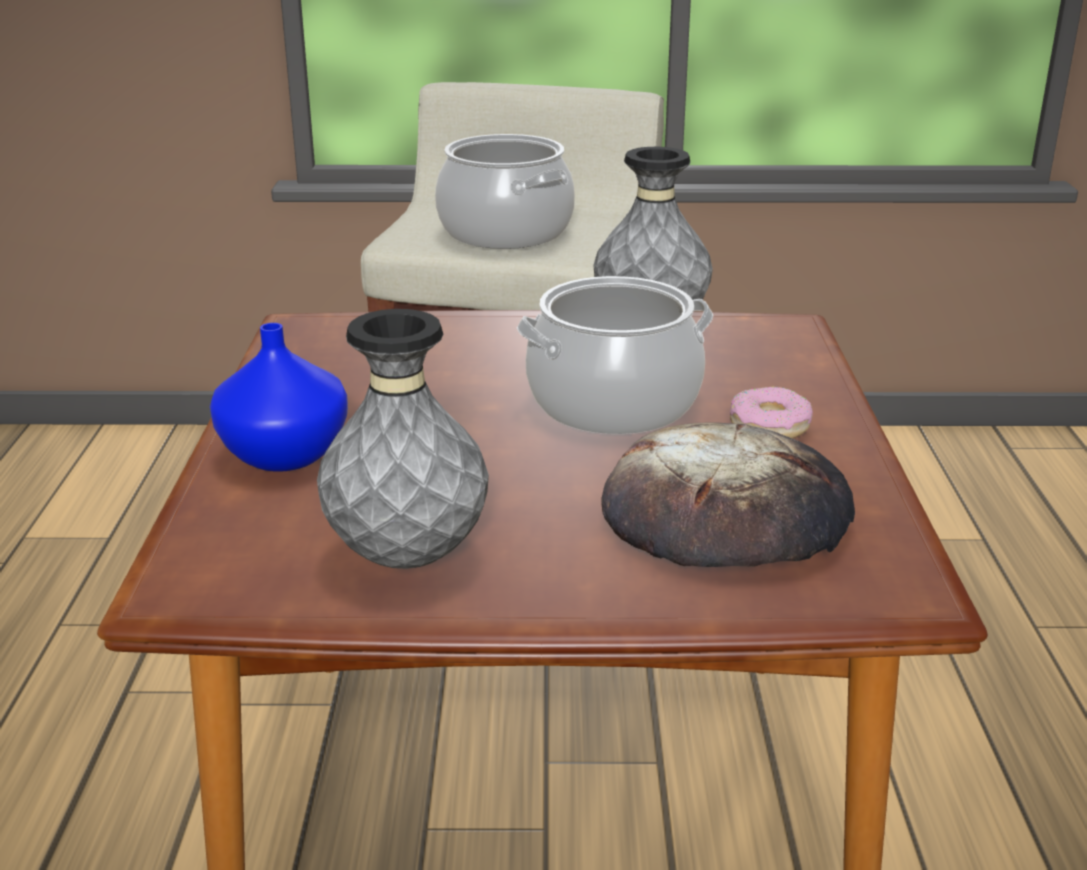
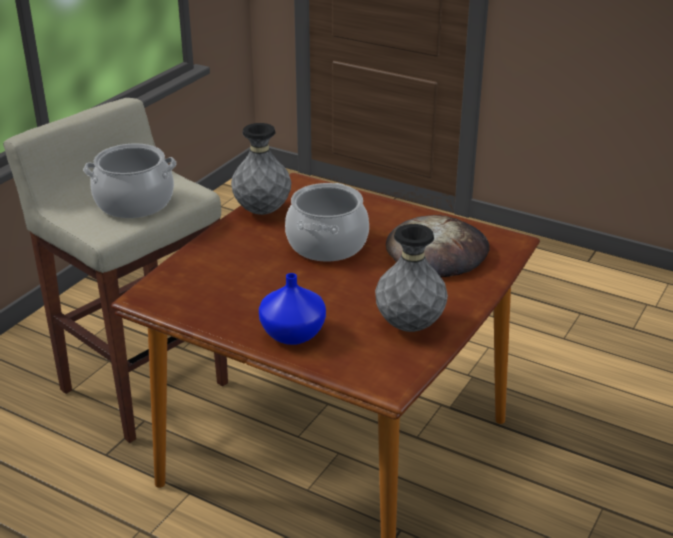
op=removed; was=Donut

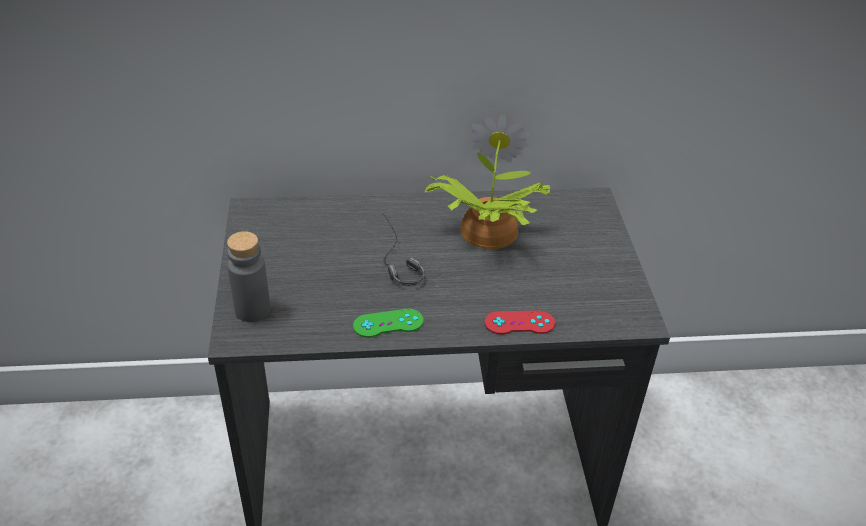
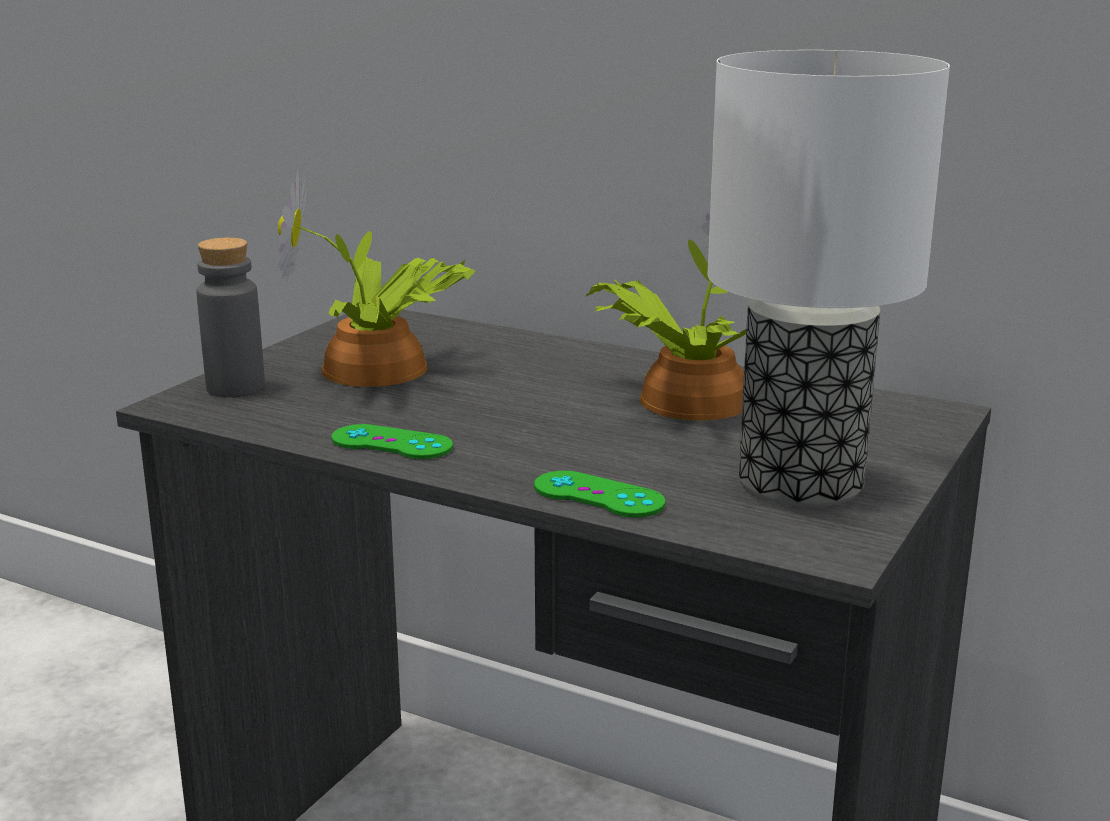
op=removed; was=Kopfhörer
op=recoloured; was=Gamepad [rot]; now=Gamepad [grün] (2nd from left)
op=added; now=Tischlampe
op=added; now=Topfpflanze (1st from left)

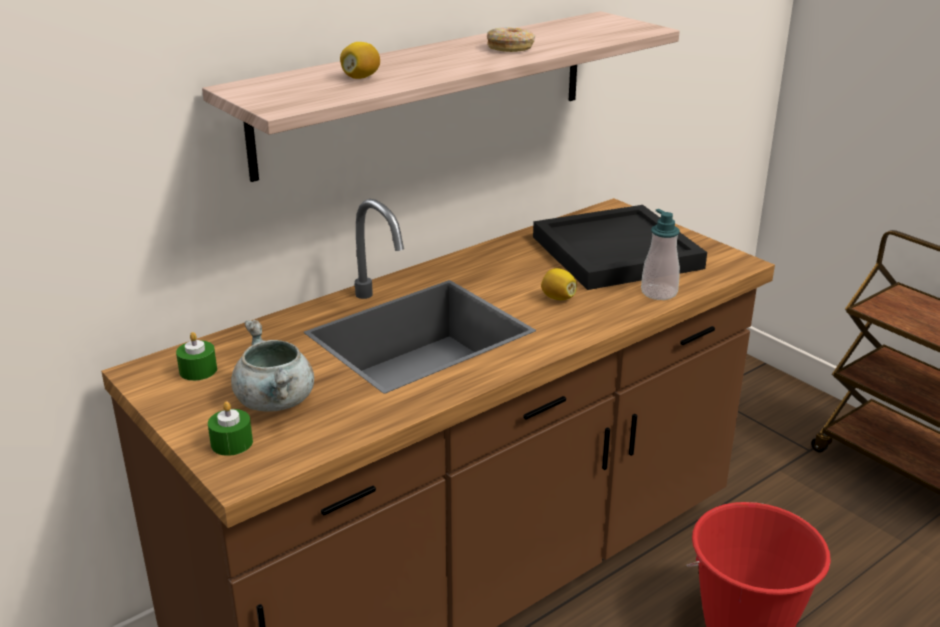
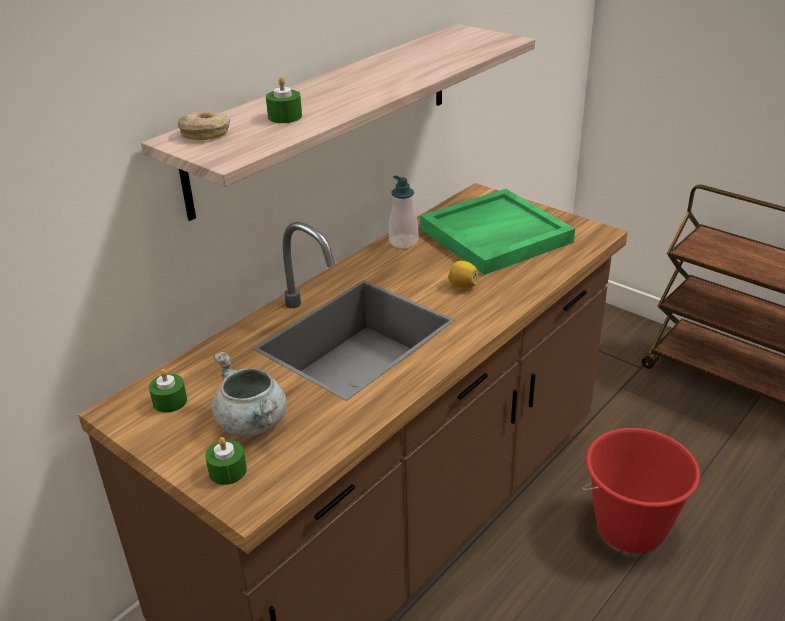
op=moved; was=Donut
op=replaced; was=Zitrone (1st from left); now=Kerze [grün] (3rd from left)
op=recoloured; was=Tablett [schwarz]; now=Tablett [grün]
op=moved; was=Seifenspender

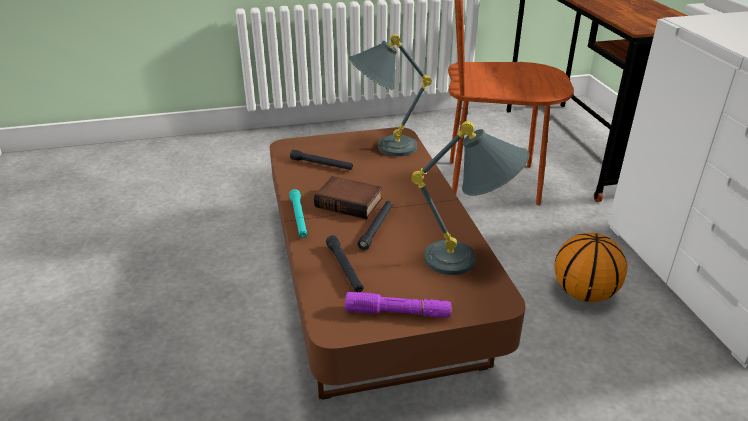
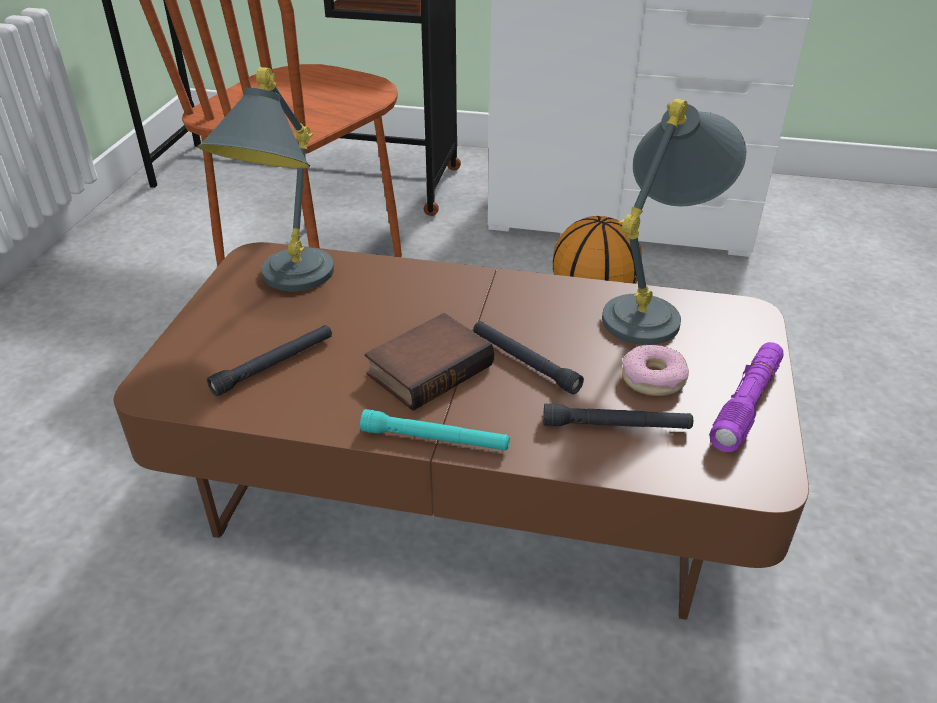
op=added; now=Donut

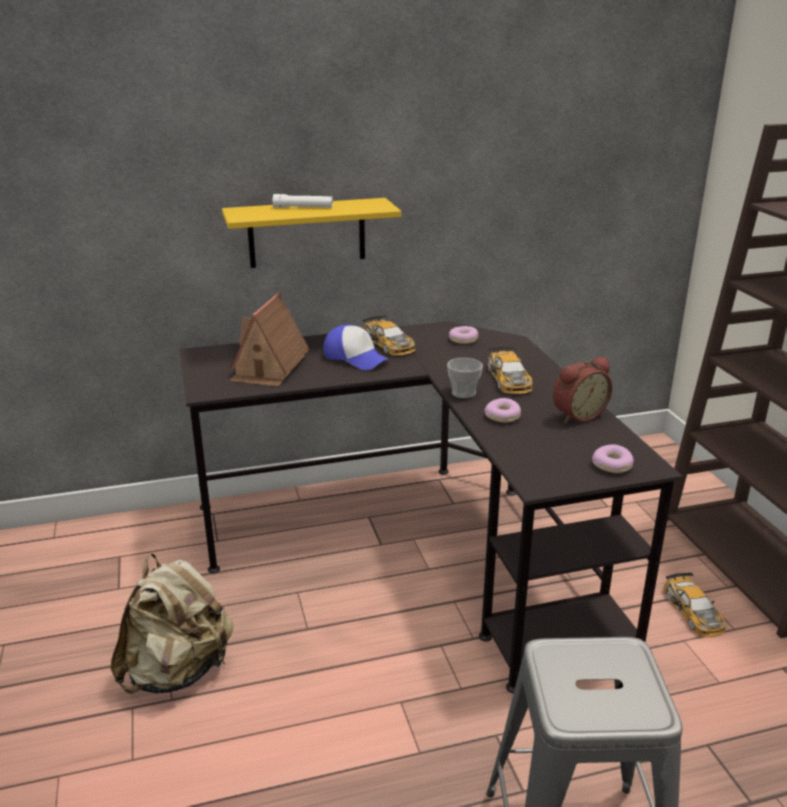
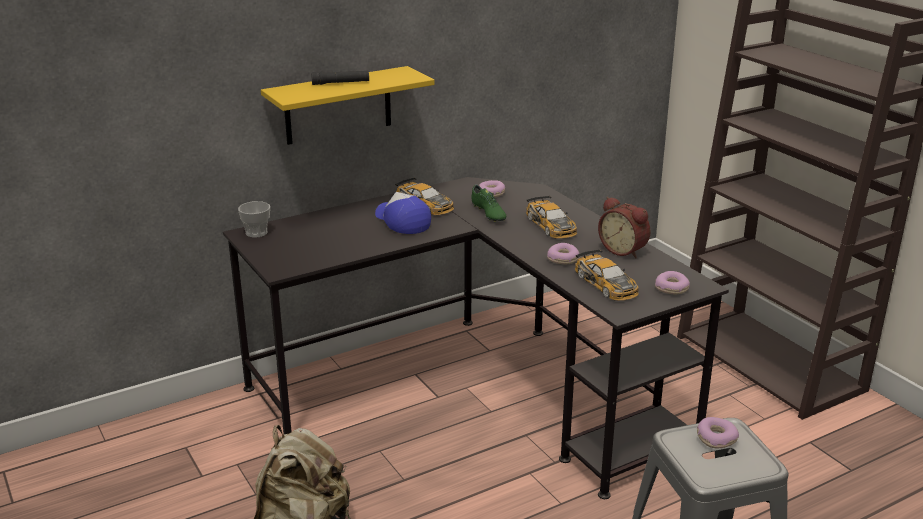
op=recoloured; was=Taschenlampe [weiß]; now=Taschenlampe [schwarz]
op=removed; was=Spielzeughaus
op=turned; was=Kappe; clockwise=-150
op=turned; was=Wecker; clockwise=90
op=moved; was=Tasse
op=moved; was=Spielzeugauto (3rd from left)
op=added; now=Schuh [grün]
op=added; now=Donut (4th from left)

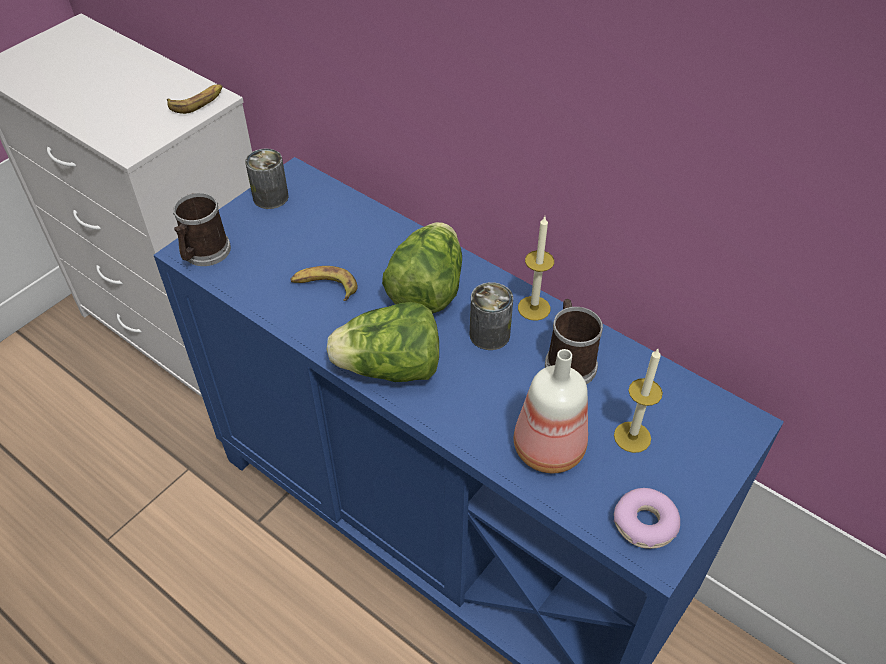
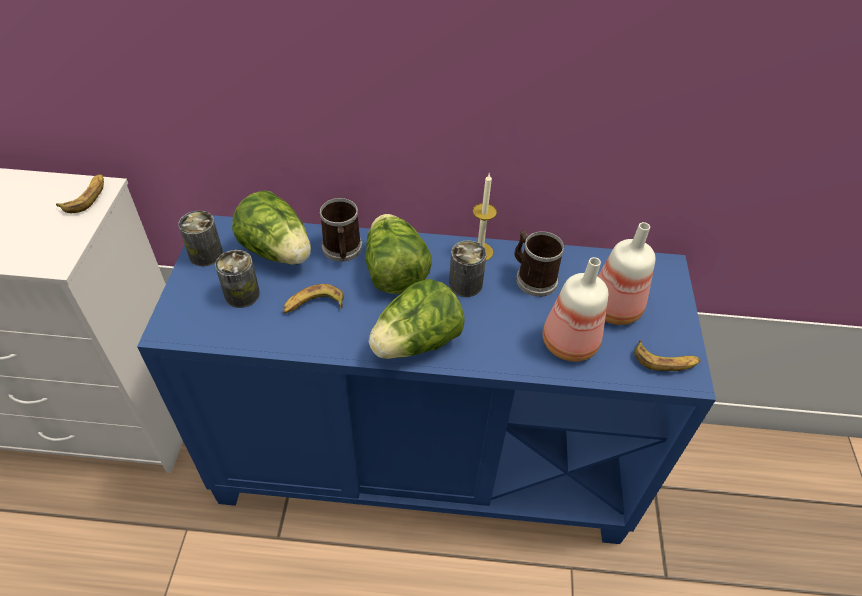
op=moved; was=Henkelbecher (1st from left)
op=replaced; was=Kerze (2nd from left); now=Flasche (2nd from left)
op=replaced; was=Donut; now=Banane (3rd from left)
op=added; now=Salatkopf (1st from left)
op=added; now=Dose (2nd from left)

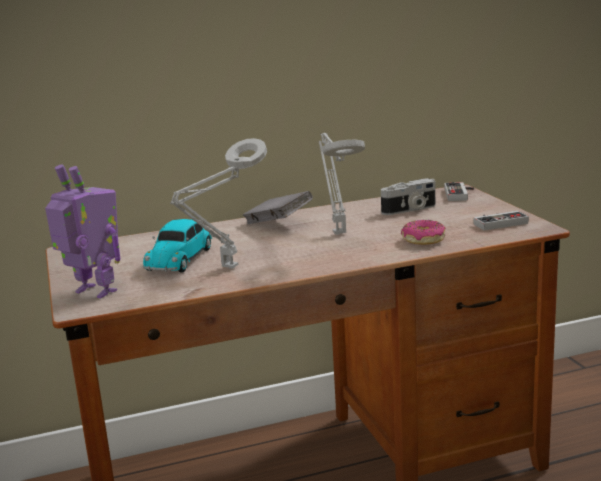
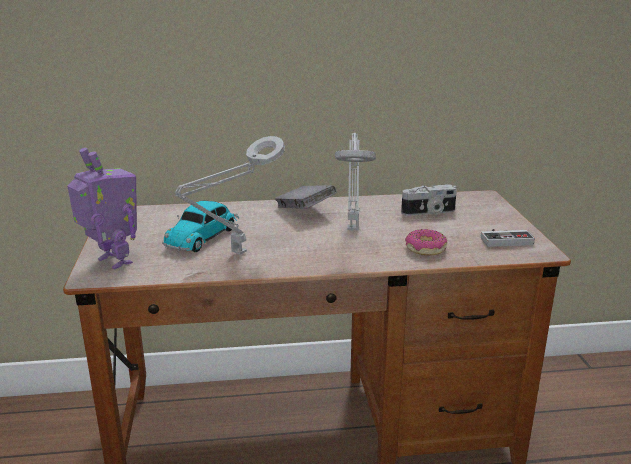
op=removed; was=Gamepad (1st from left)

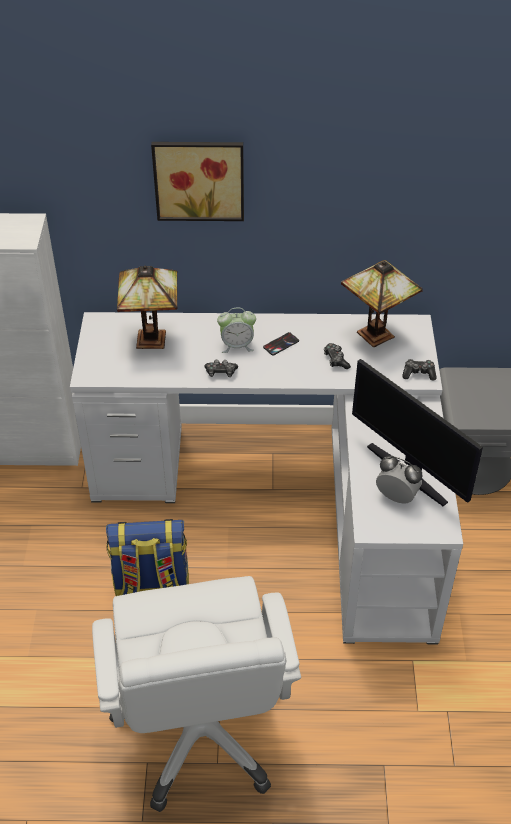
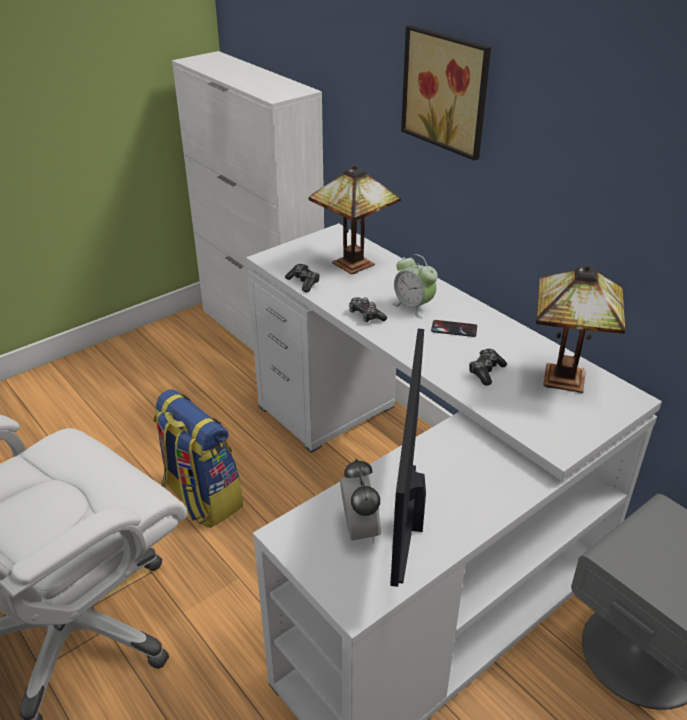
op=moved; was=Gamepad (3rd from left in the first image); now=Gamepad (1st from left)

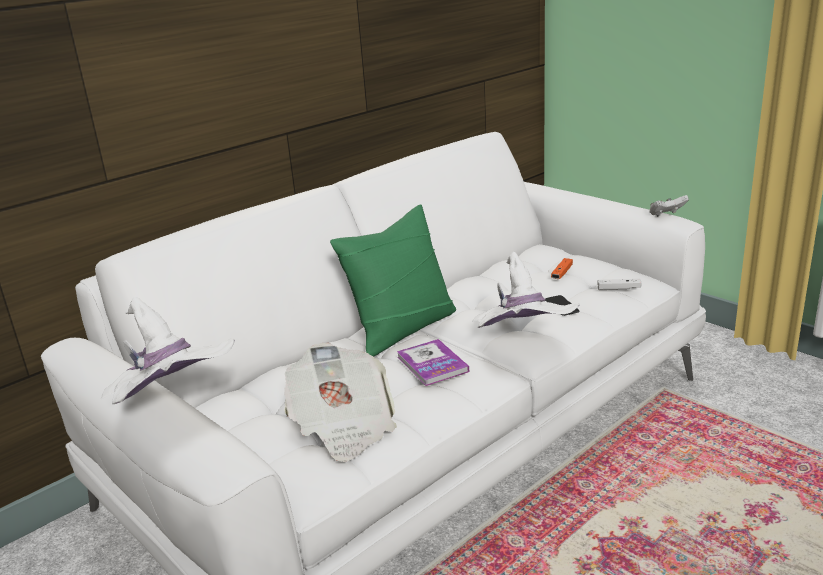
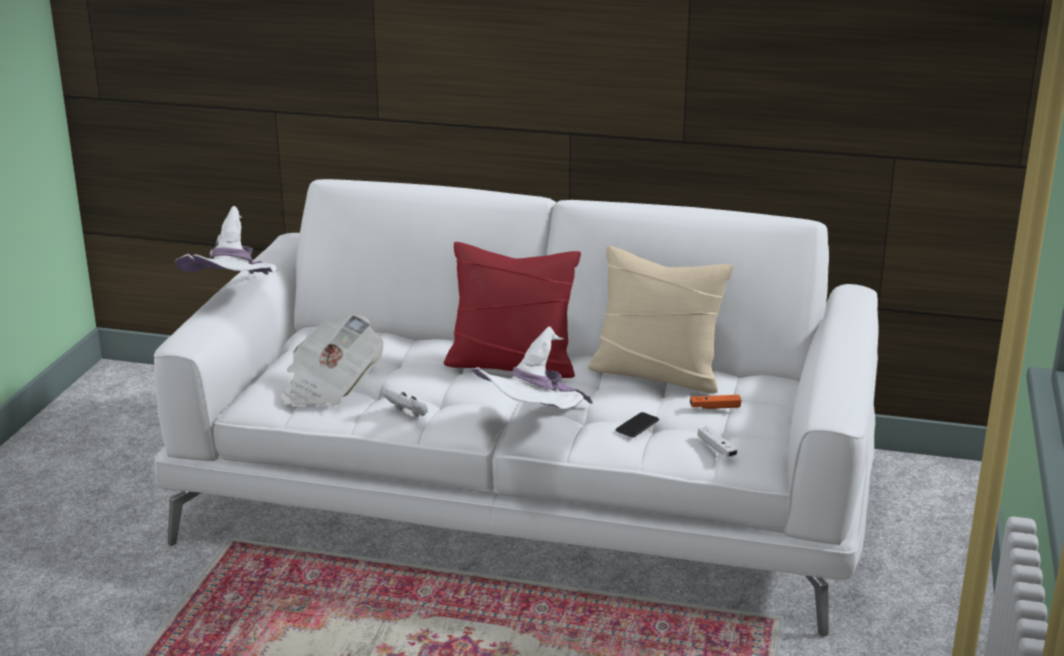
op=moved; was=Gamepad [weiß] (2nd from left in the first image); now=Gamepad [weiß] (1st from left)
op=recoloured; was=Kissen [grün]; now=Kissen [rot]
op=removed; was=Buch
op=added; now=Kissen [beige]

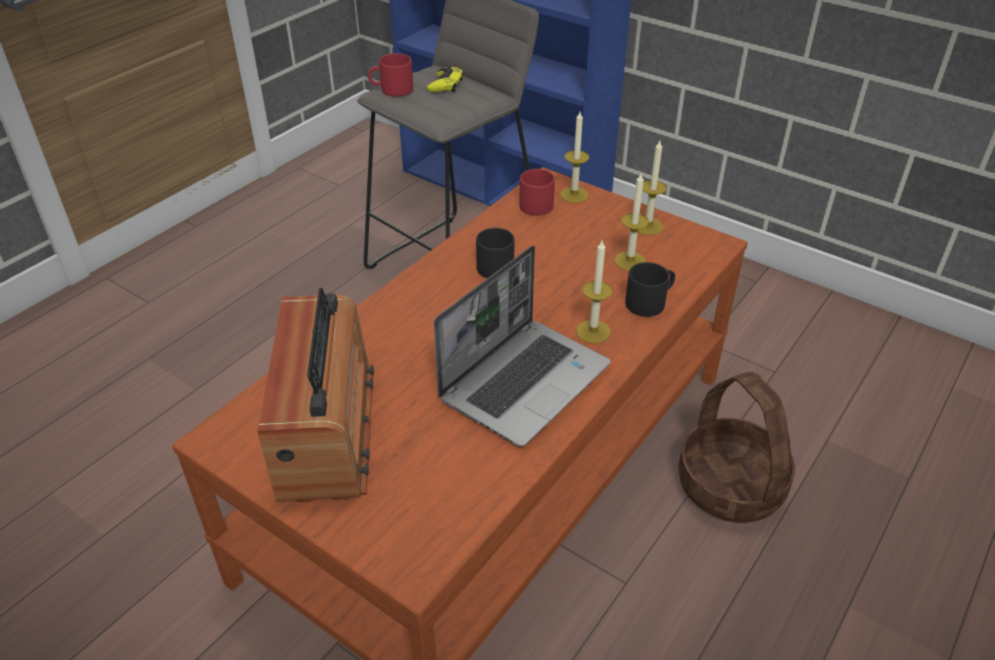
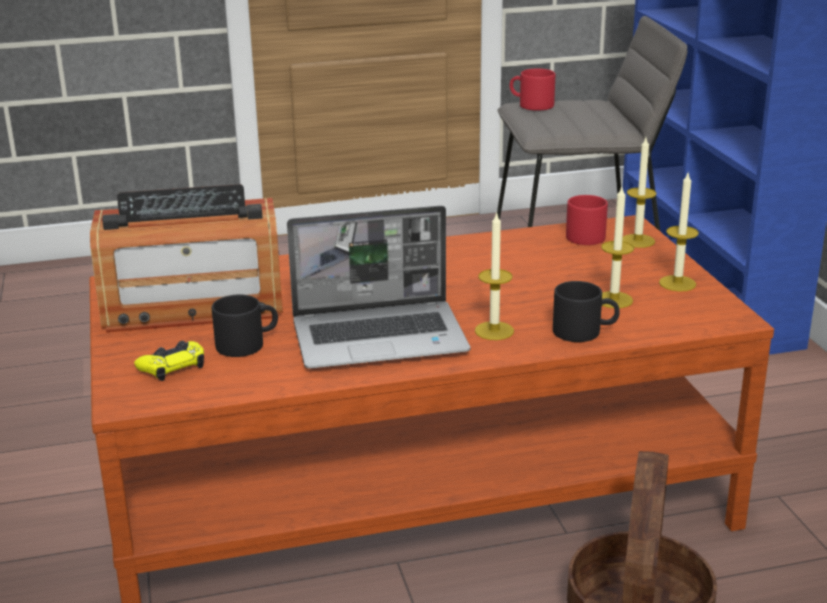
op=moved; was=Gamepad [gelb]
op=moved; was=Henkelbecher [schwarz] (1st from left)
op=turned; was=Radio; clockwise=45

